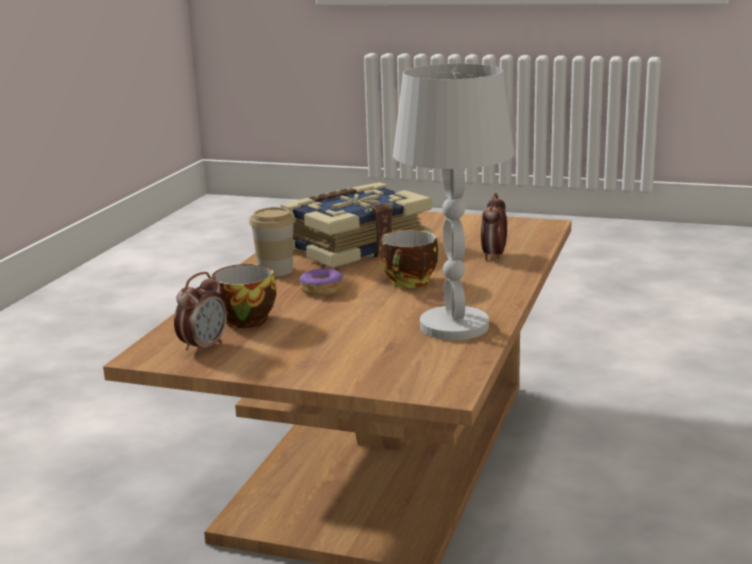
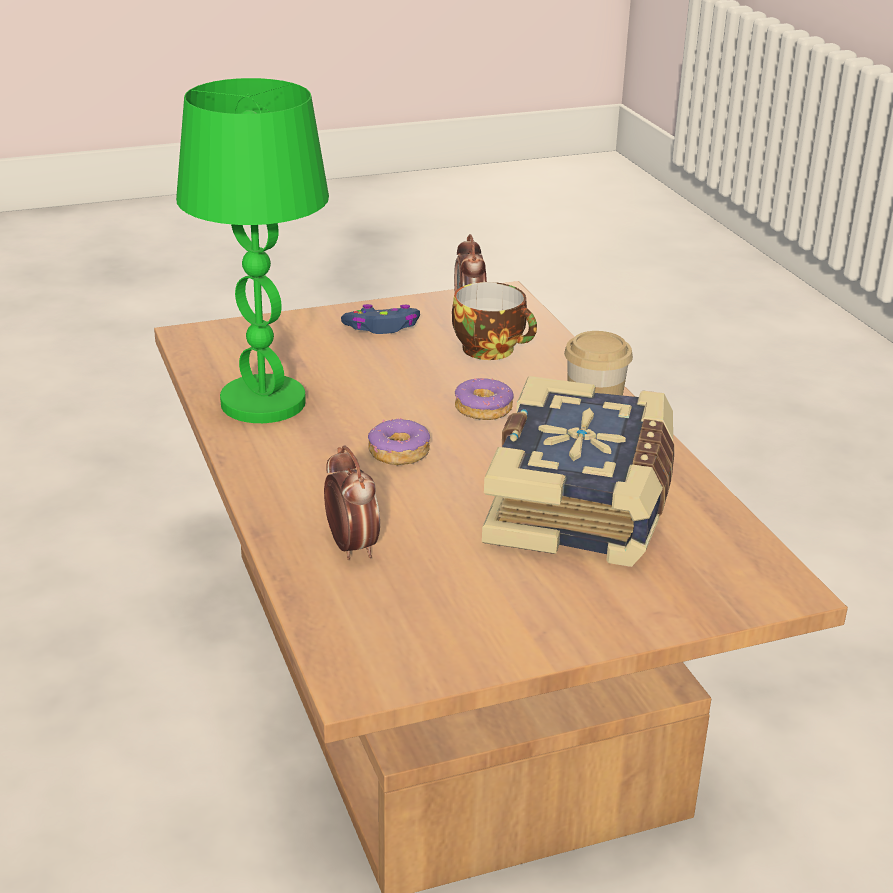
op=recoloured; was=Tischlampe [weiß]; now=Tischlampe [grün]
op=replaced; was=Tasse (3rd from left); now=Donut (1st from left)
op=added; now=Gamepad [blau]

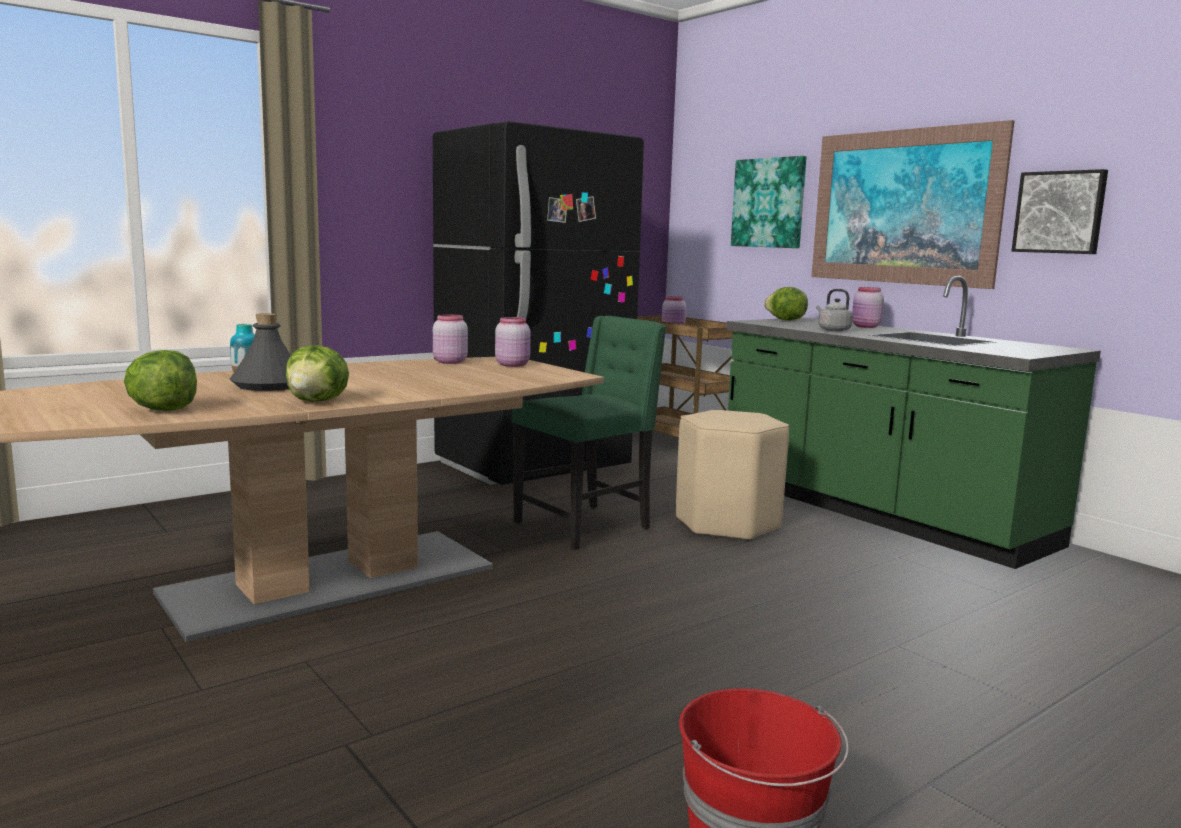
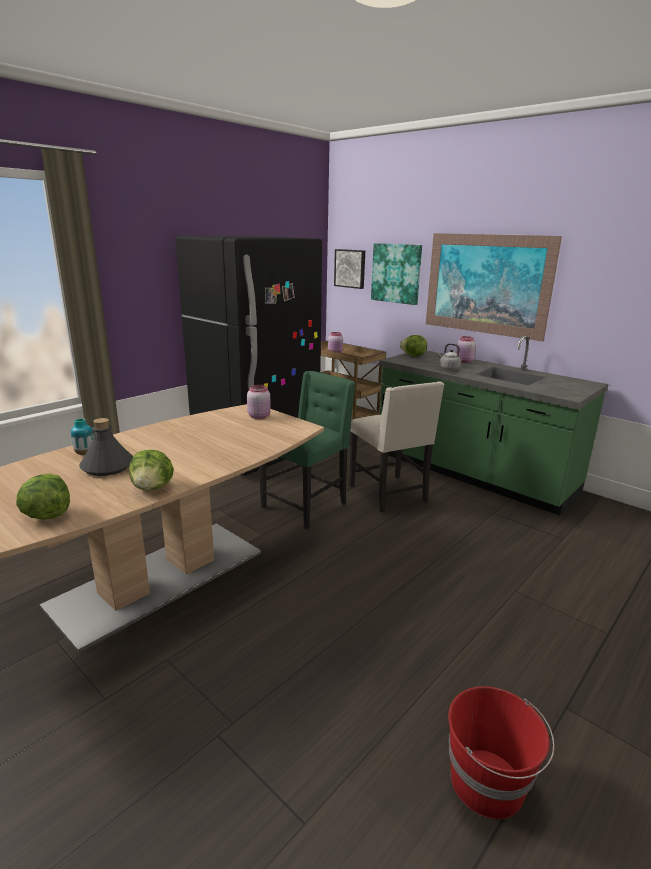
op=moved; was=Bild (3rd from left in the first image); now=Bild (1st from left)
op=removed; was=Vorratsglas [rosa] (1st from left)
op=replaced; was=Hocker [beige]; now=Stuhl [beige]

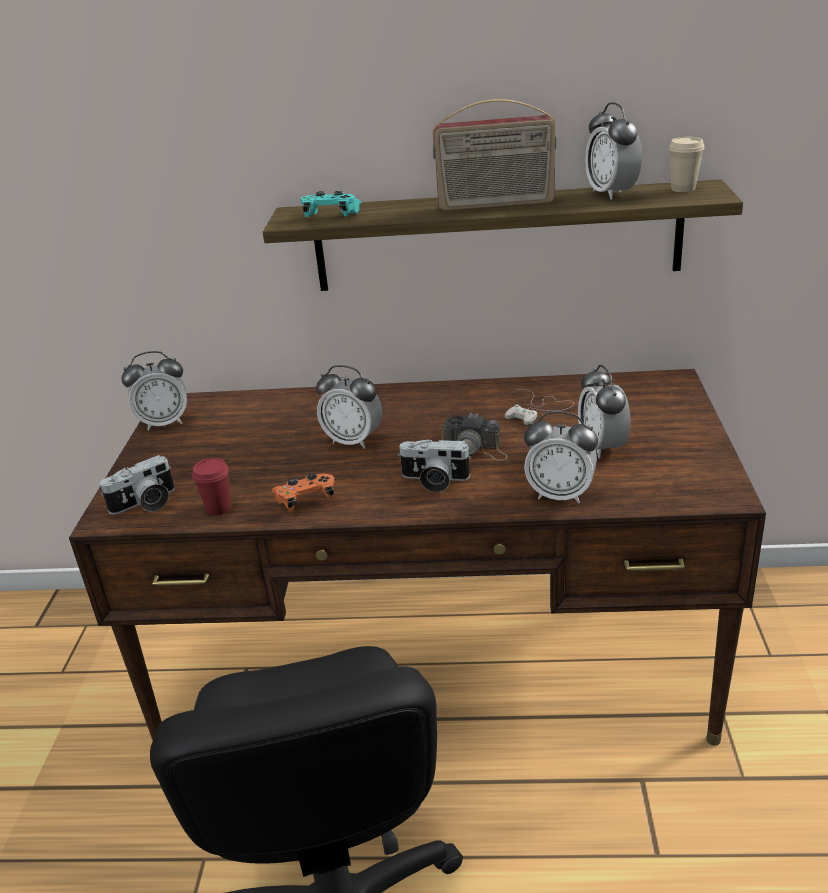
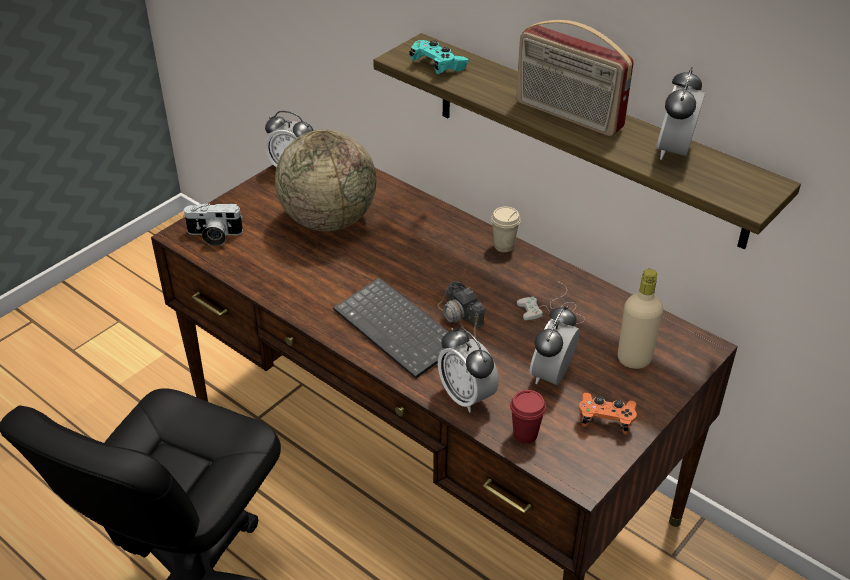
op=moved; was=Tasse [beige]
op=removed; was=Wecker (2nd from left)
op=replaced; was=Kamera (2nd from left); now=Tastatur
op=moved; was=Tasse [rot]
op=moved; was=Gamepad [orange]
op=added; now=Globus
op=added; now=Flasche [beige]

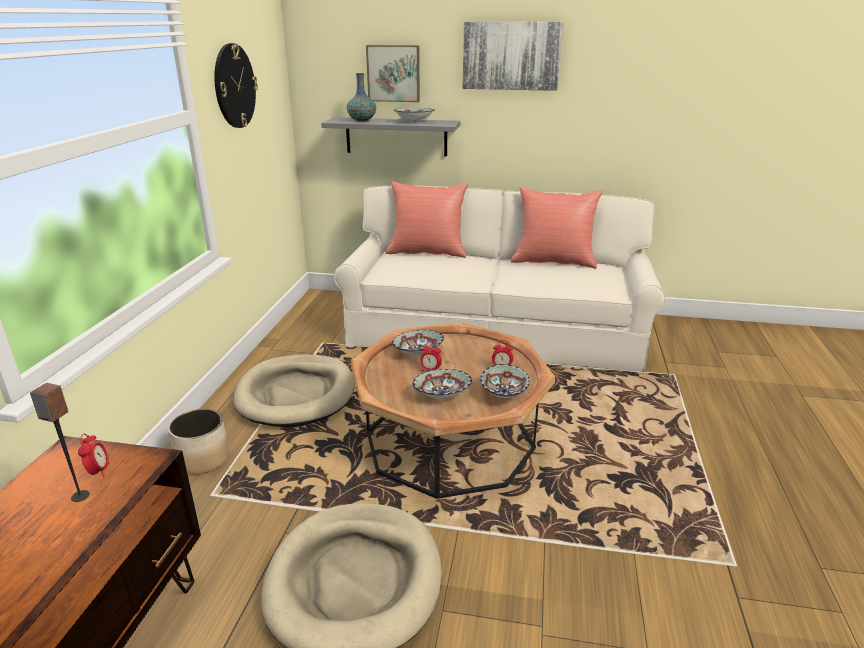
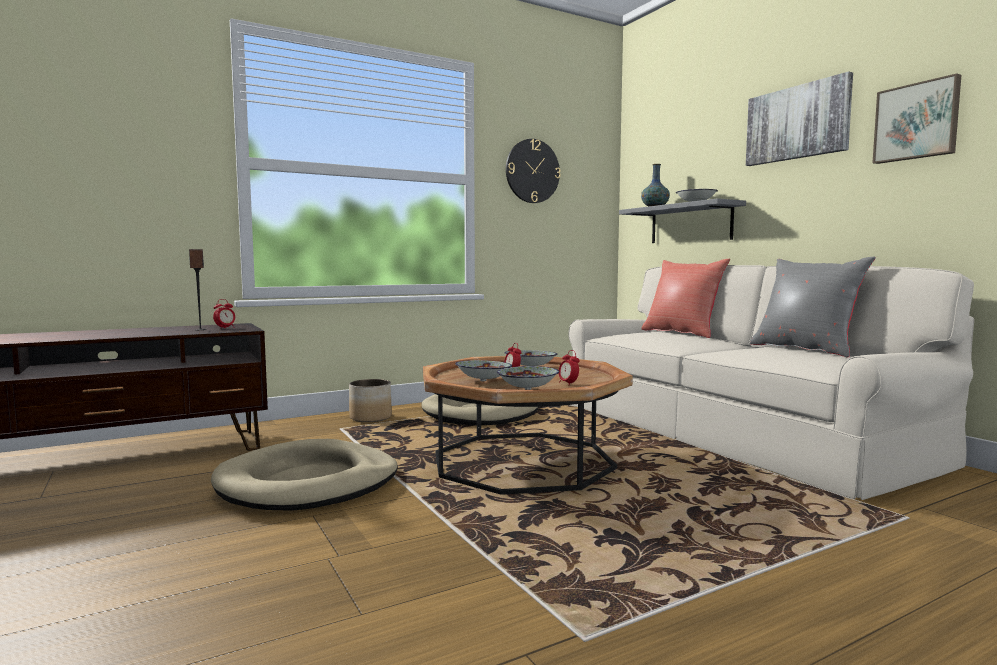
op=moved; was=Bild (1st from left in the first image); now=Bild (2nd from left)
op=recoloured; was=Kissen [rot] (2nd from left); now=Kissen [grau]

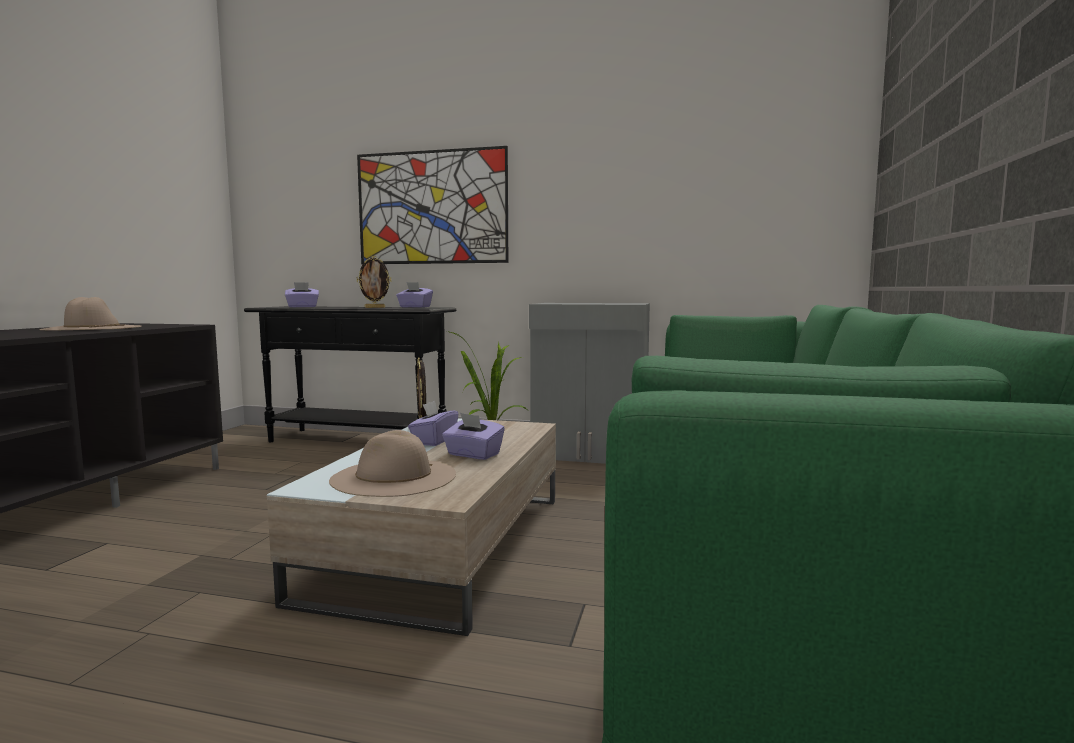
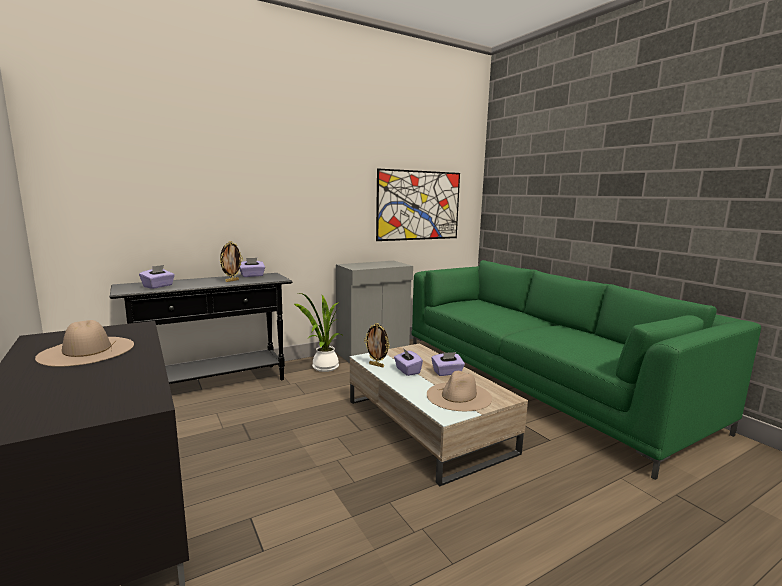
op=moved; was=Bild

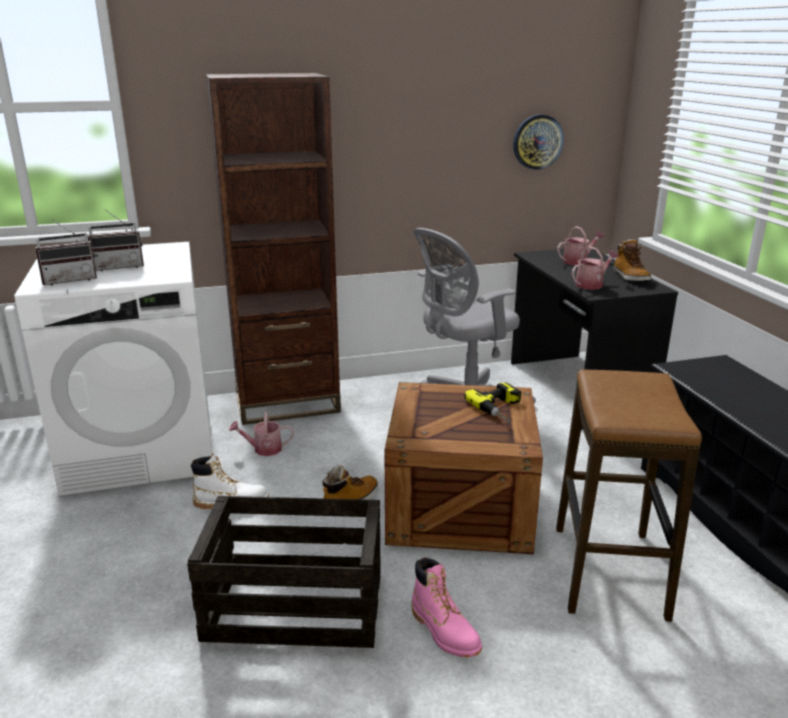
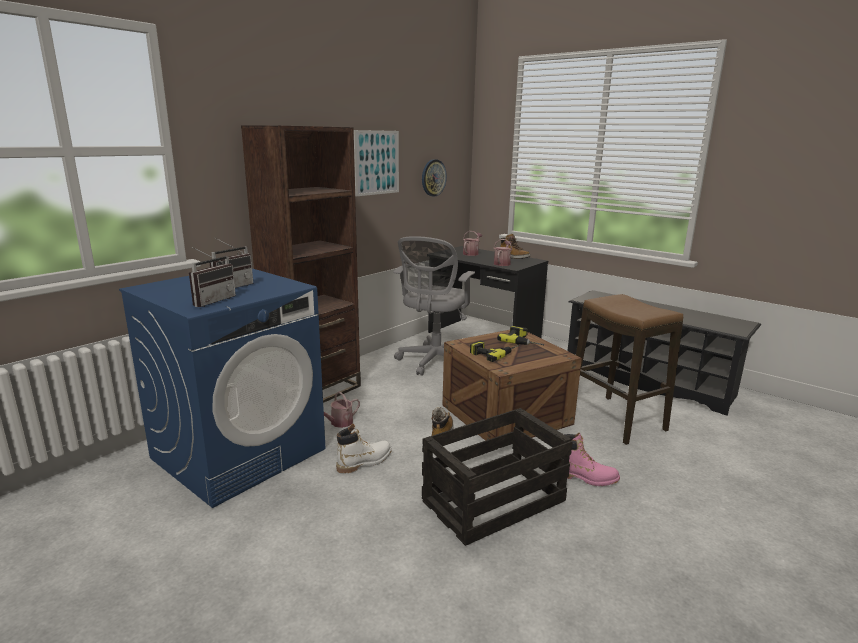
op=recoloured; was=Waschmaschine [weiß]; now=Waschmaschine [blau]
op=added; now=Bild
op=added; now=Bohrmaschine (1st from left)

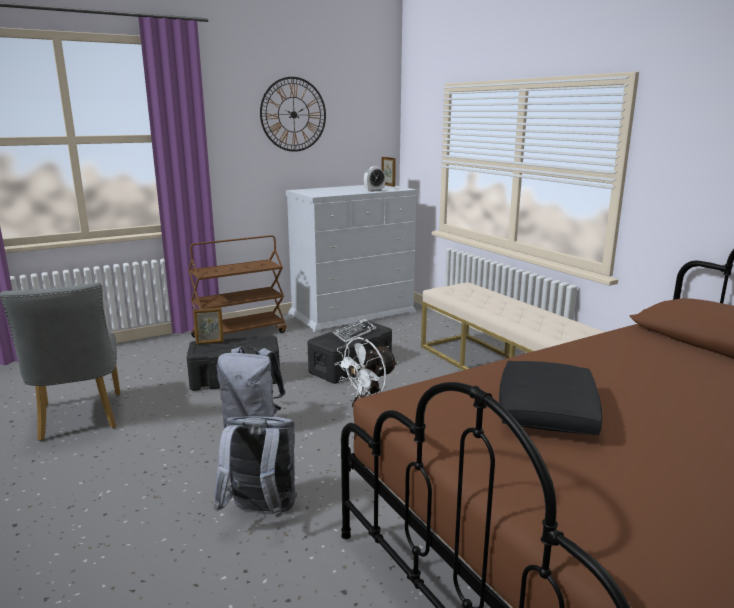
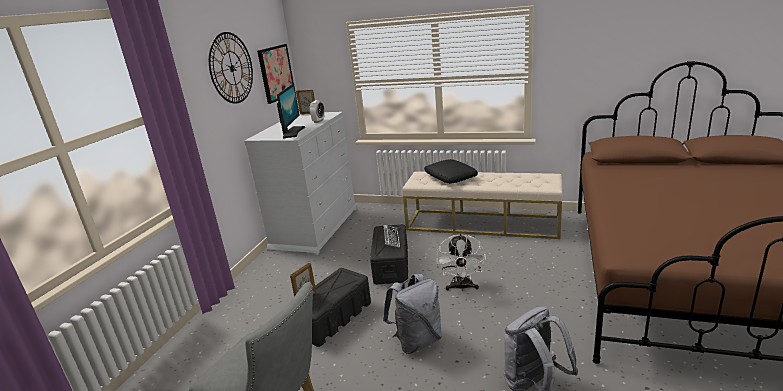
op=removed; was=Rollwagen [braun]
op=moved; was=Kissen [schwarz]
op=added; now=Bild
op=added; now=Monitor

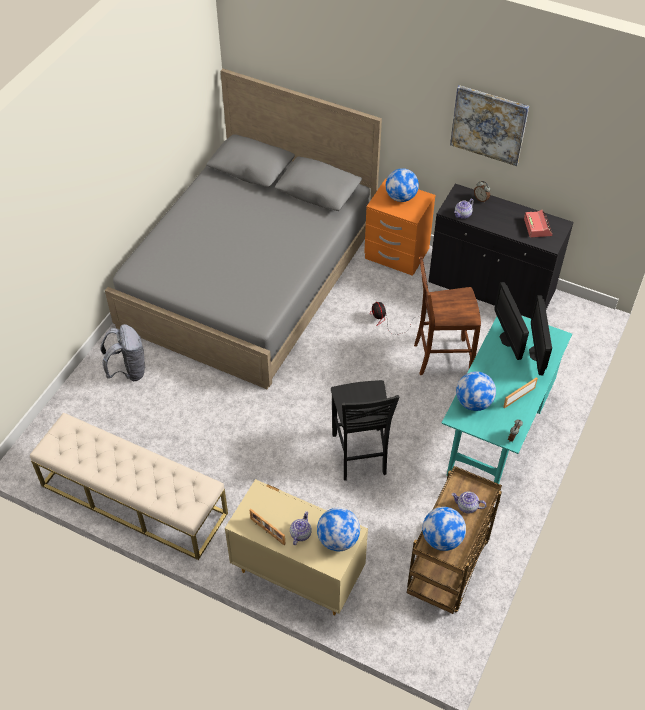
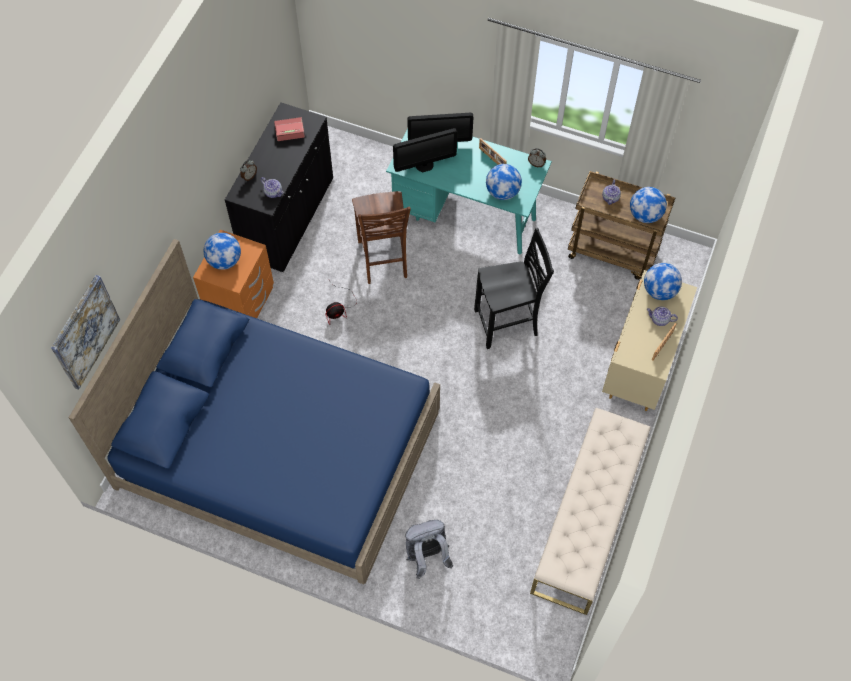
op=recoloured; was=Bett [grau]; now=Bett [blau]
op=moved; was=Bild

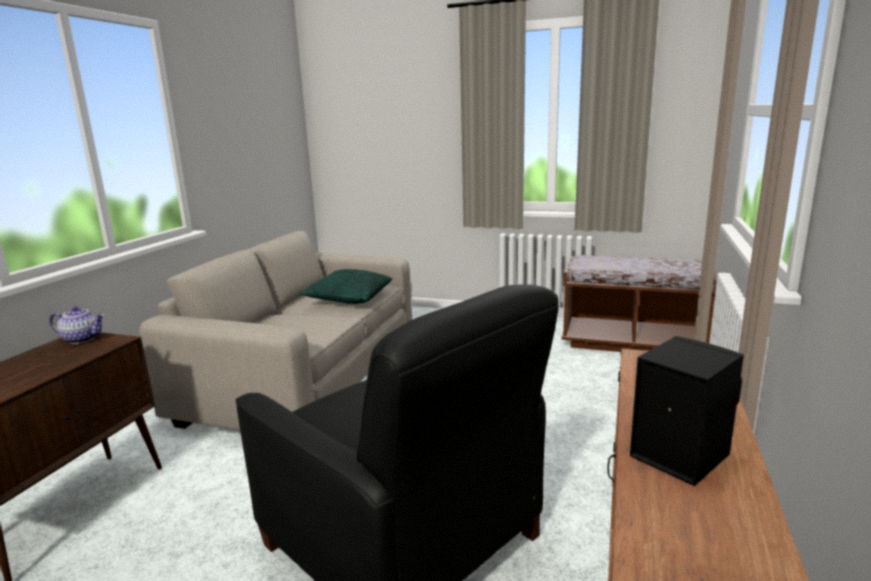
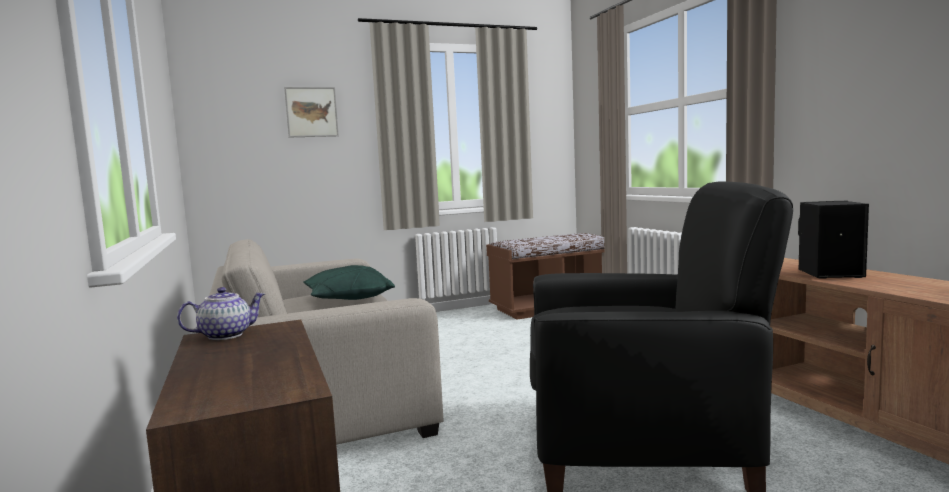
op=added; now=Bild

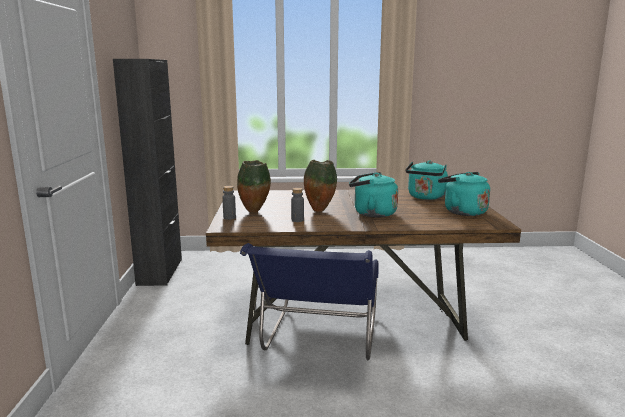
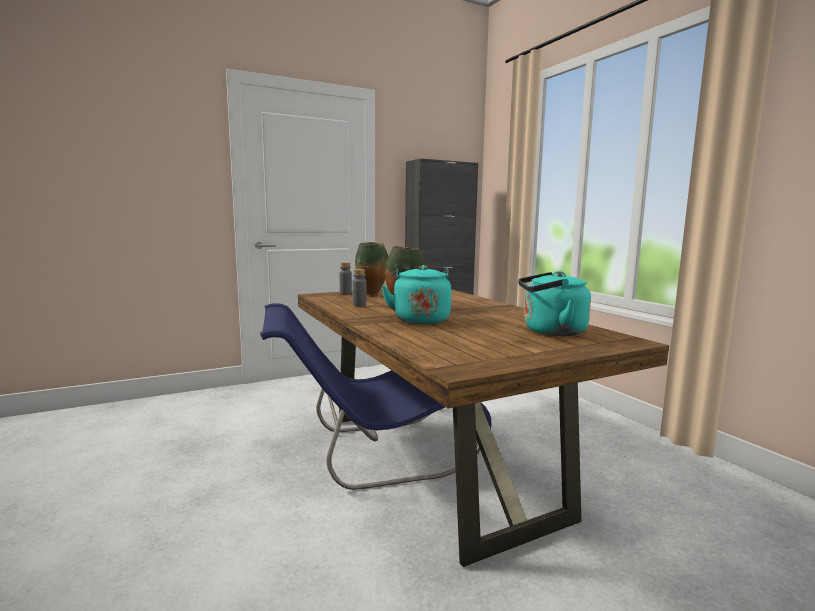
op=removed; was=Wasserkessel [türkis] (3rd from left)

